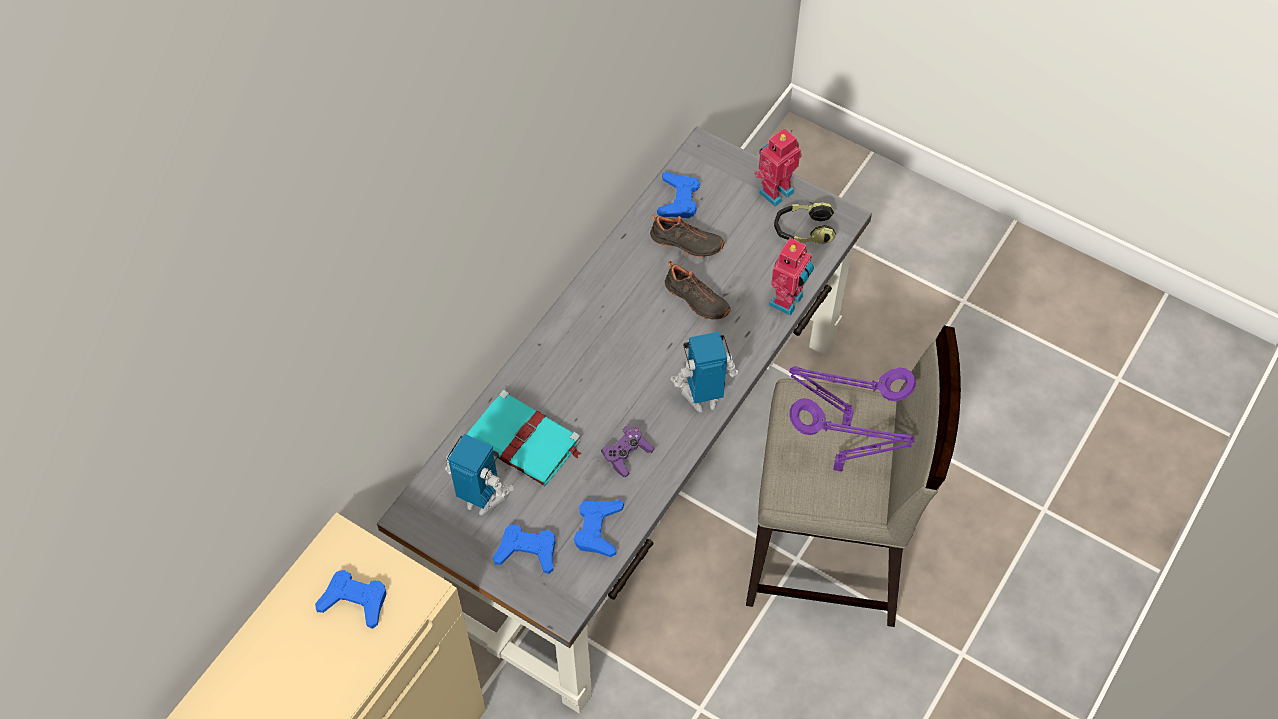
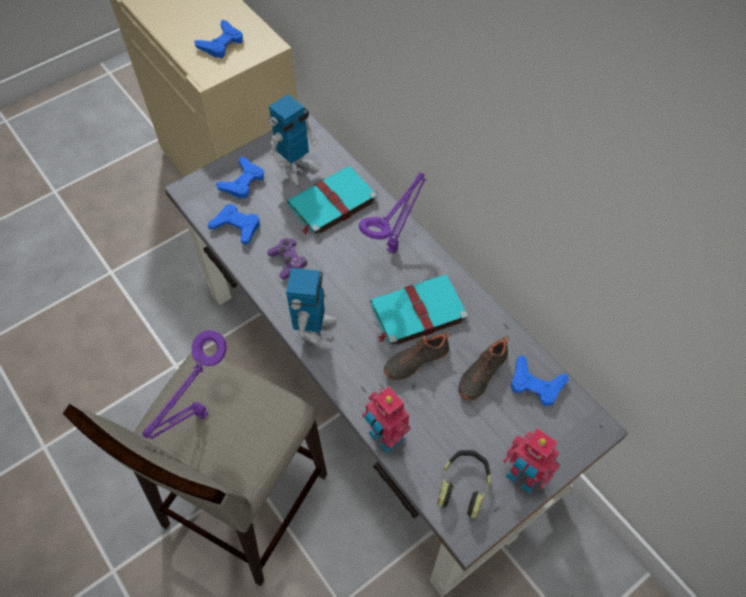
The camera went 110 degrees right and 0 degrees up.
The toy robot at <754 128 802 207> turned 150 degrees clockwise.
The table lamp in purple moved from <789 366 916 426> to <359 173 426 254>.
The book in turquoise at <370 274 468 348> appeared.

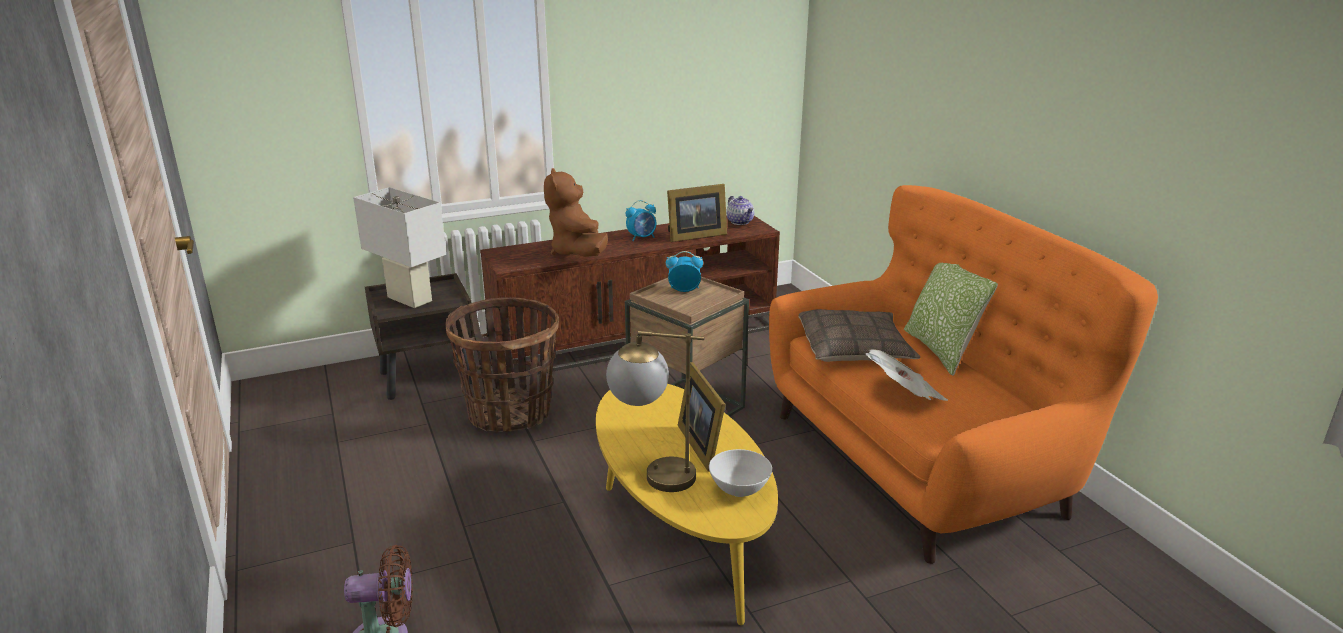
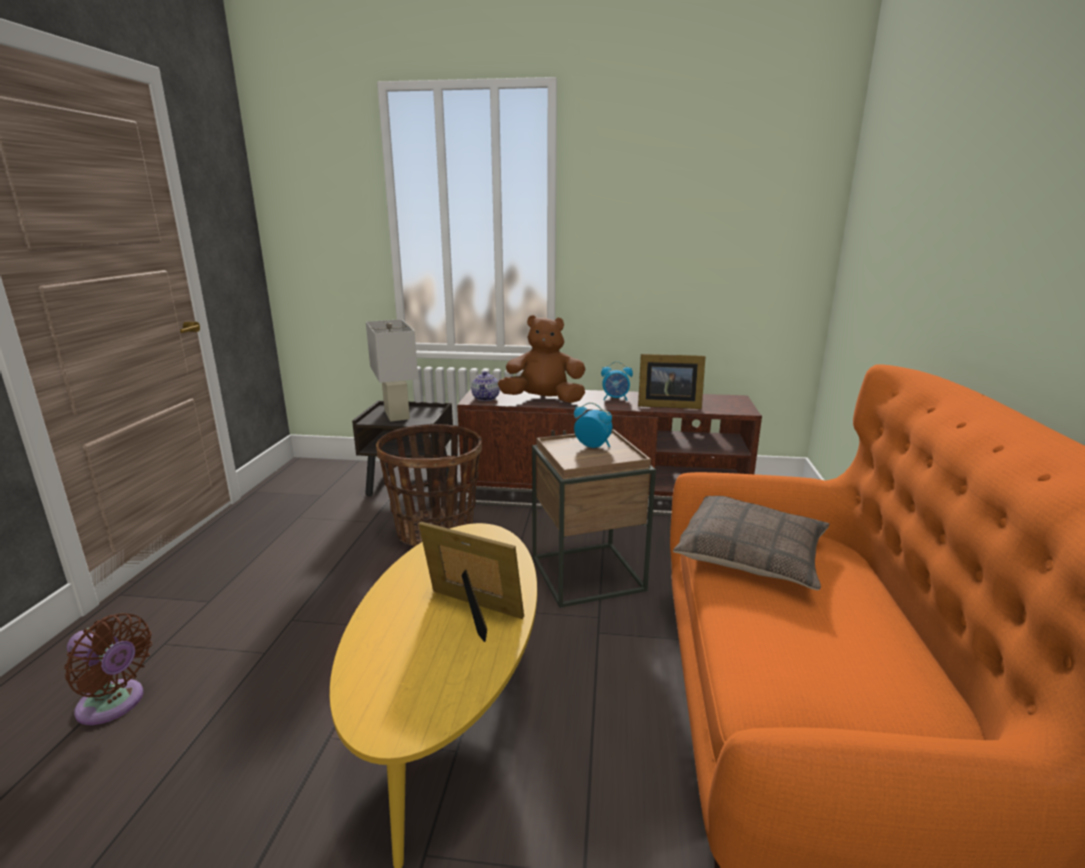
The camera went 30 degrees right and 5 degrees down.
The plush toy in brown at <544 168 608 257> turned 75 degrees clockwise.
The table lamp at <606 331 704 492> disappeared.
The picture frame at <678 362 726 472> turned 105 degrees clockwise.
The bowl in white at <709 449 772 497> disappeared.
The teapot moved from <726 196 754 225> to <471 371 500 401>.
The newspaper at <865 349 948 401> disappeared.
The pillow at <904 263 998 376> disappeared.

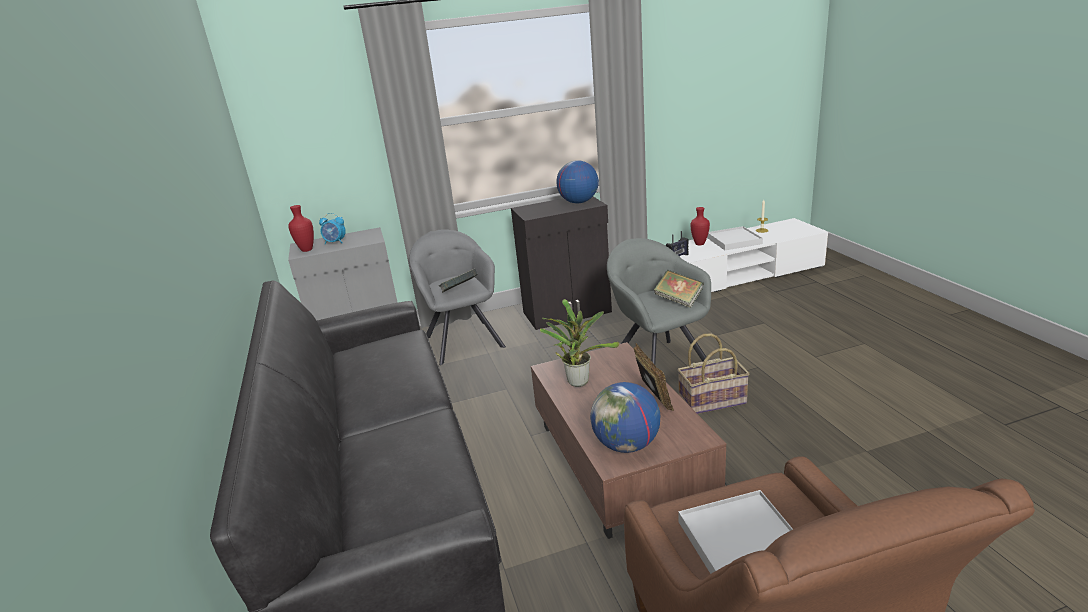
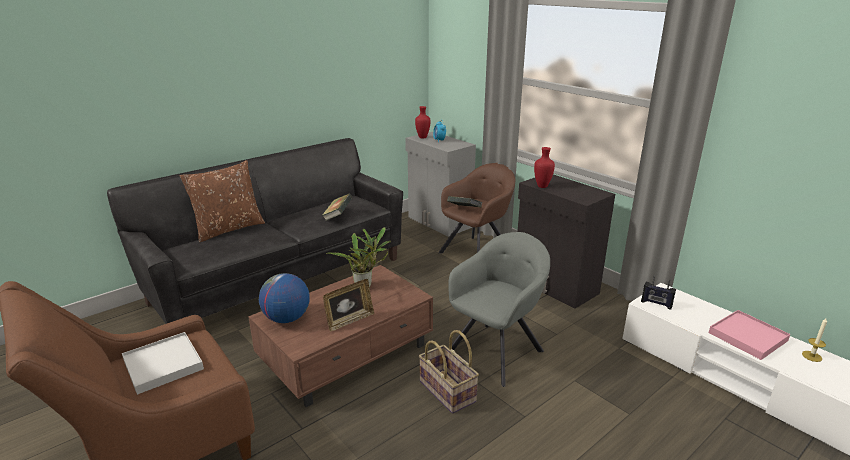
The camera went 65 degrees right and 0 degrees up.
The armchair in grey at <409 229 506 365> became the armchair in brown at <438 163 515 253>.
The globe at <556 160 599 203> disappeared.
The book moved from <654 270 704 308> to <322 194 353 221>.
The vase in red moved from <691 207 710 245> to <534 147 555 188>.
The tray in white at <707 226 763 250> became the tray in pink at <709 310 791 360>.
The pillow in brown at <180 160 265 242> appeared.

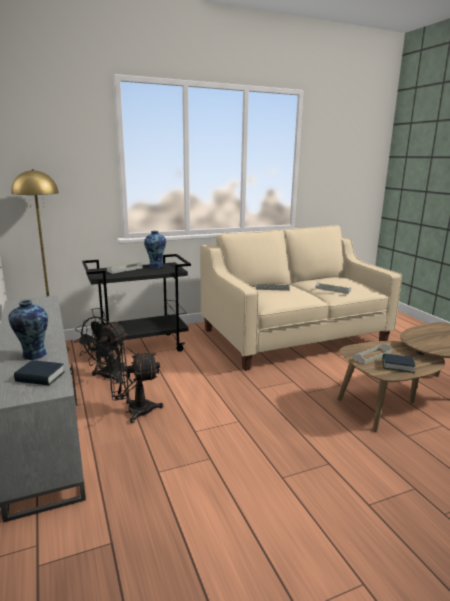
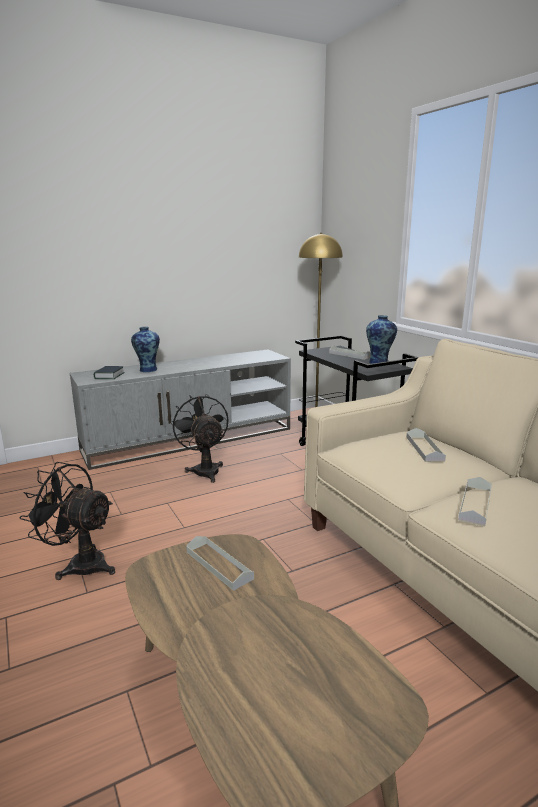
The camera went 85 degrees right and 0 degrees up.
The fan in black moved from <74 316 128 383> to <20 462 115 580>.
The book at <382 353 415 373> disappeared.

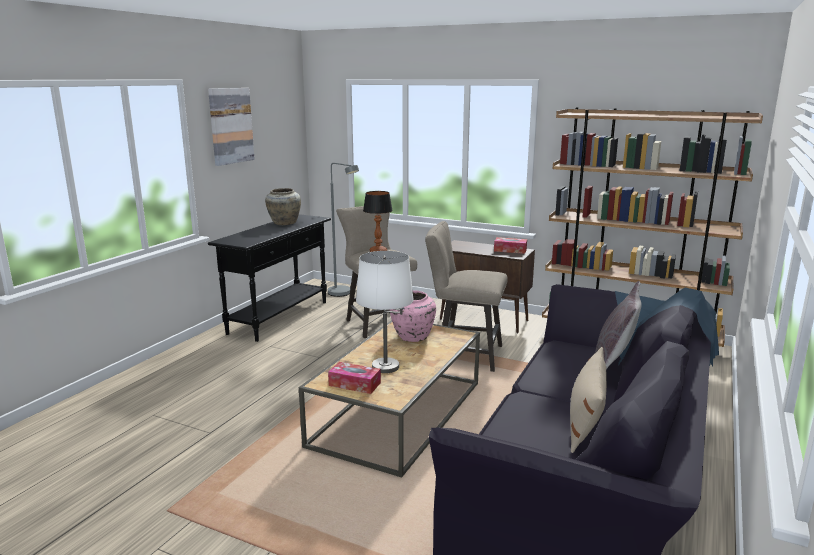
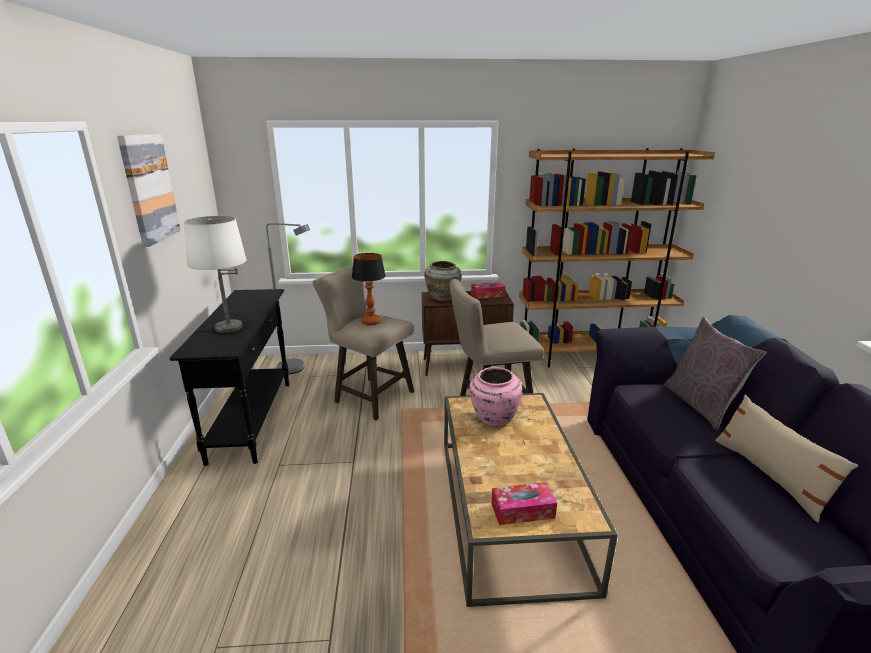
The camera went 30 degrees left and 5 degrees up.
The vase in beige moved from <265 188 301 225> to <424 261 462 301>.
The table lamp in white moved from <356 251 414 373> to <183 216 247 333>.

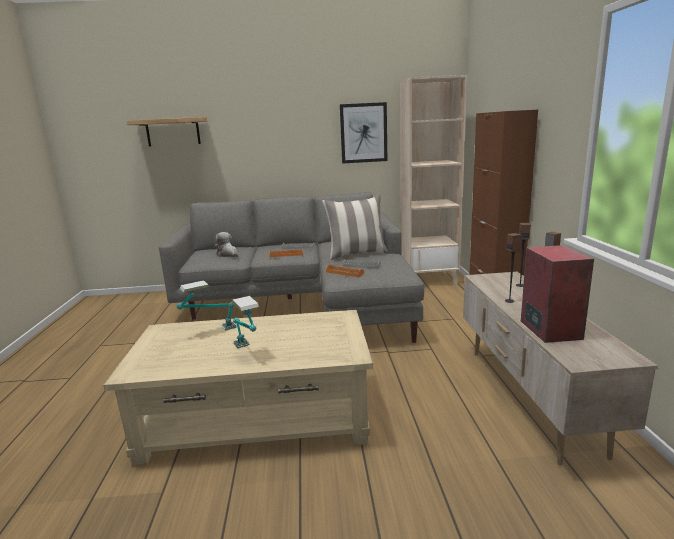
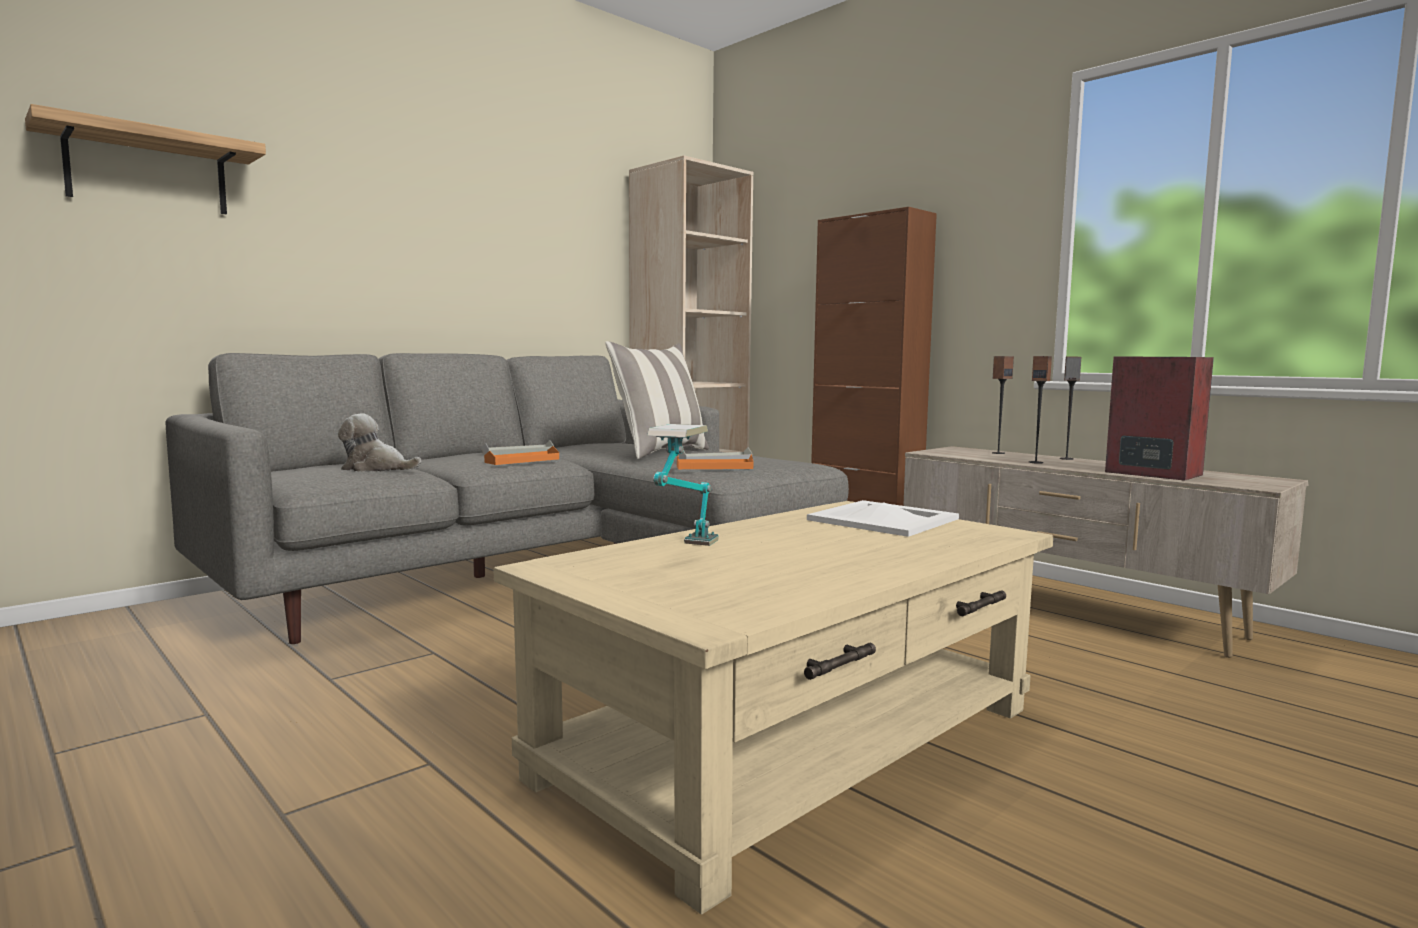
The camera went 40 degrees left and 10 degrees down.
The table lamp at <232 296 259 348> disappeared.
The picture at <340 102 387 164> disappeared.
The tray in white at <807 500 959 537> appeared.

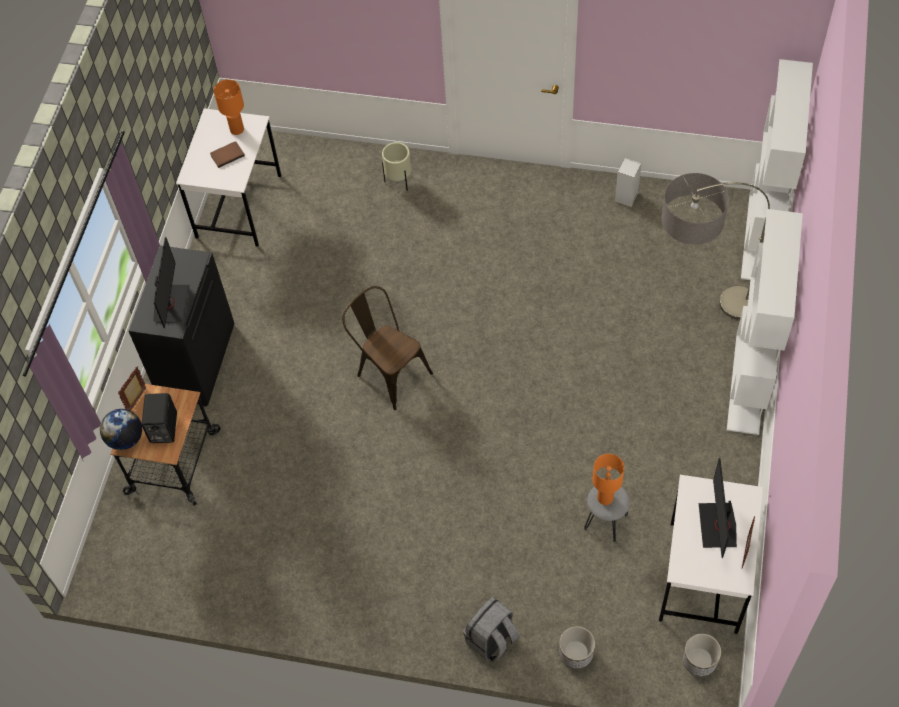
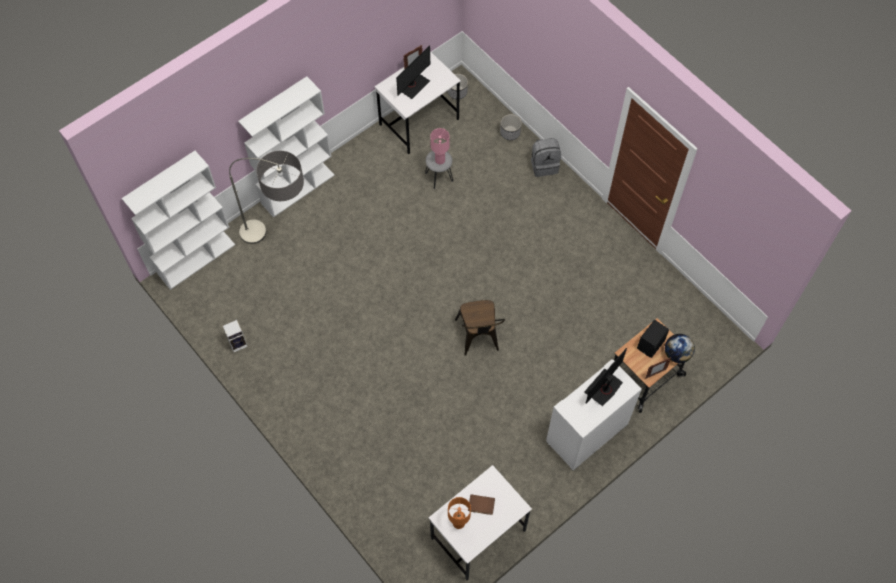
The camera went 145 degrees left and 5 degrees up.
The cabinet in black at <128 245 235 407> became the cabinet in white at <546 359 642 471>.
The planter in beige at <382 142 411 190> disappeared.
The table lamp in orange at <593 454 624 505> became the table lamp in pink at <430 128 450 164>.

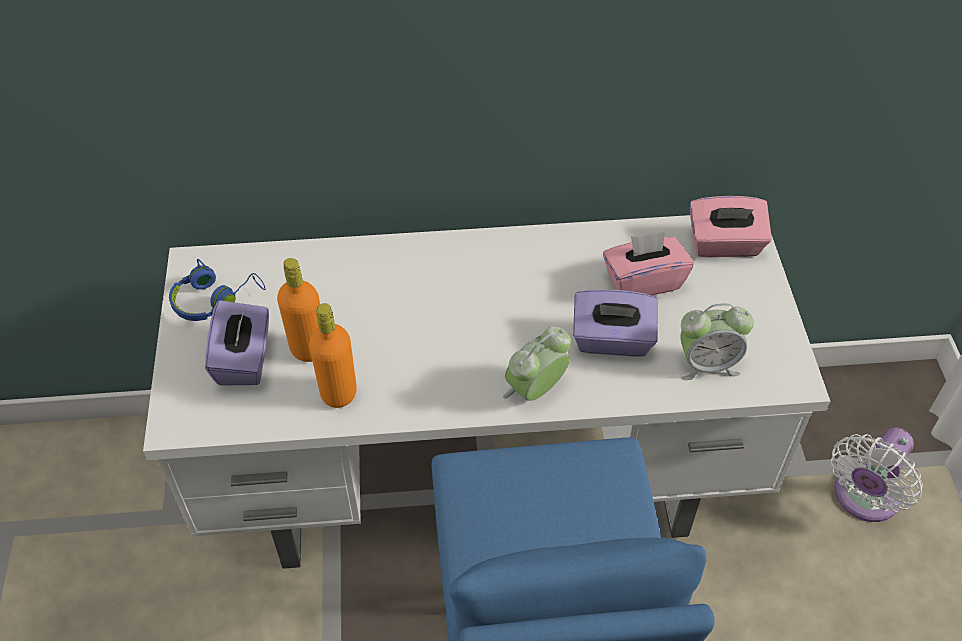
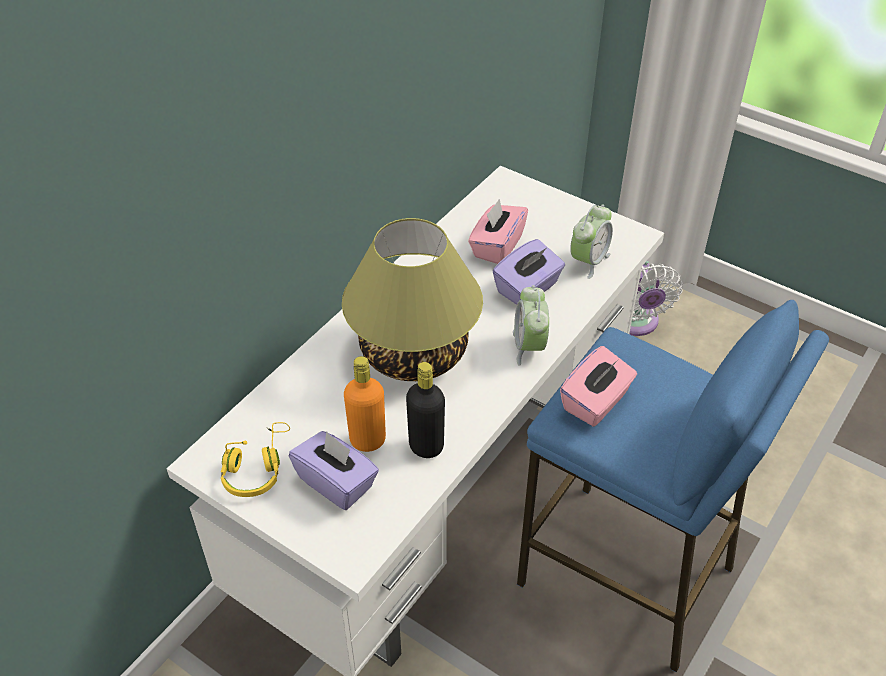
The camera went 50 degrees left and 5 degrees down.
The headphones in blue at <169 259 266 321> became the headphones in yellow at <221 422 290 497>.
The bottle in orange at <309 303 357 408> became the bottle in black at <406 362 445 458>.
The tissue box in pink moved from <689 196 772 257> to <560 346 637 427>.
The table lamp at <342 218 483 381> appeared.

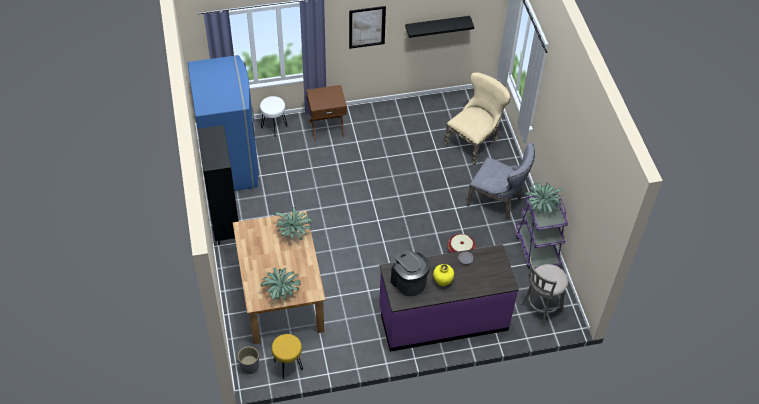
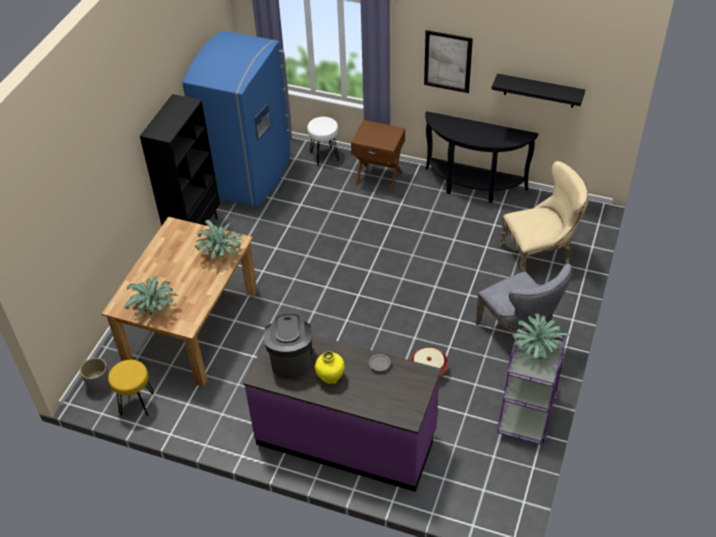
The camera went 35 degrees right and 5 degrees down.
The stool in grey at <520 257 568 327> disappeared.
The console table in black at <425 111 539 203> appeared.

